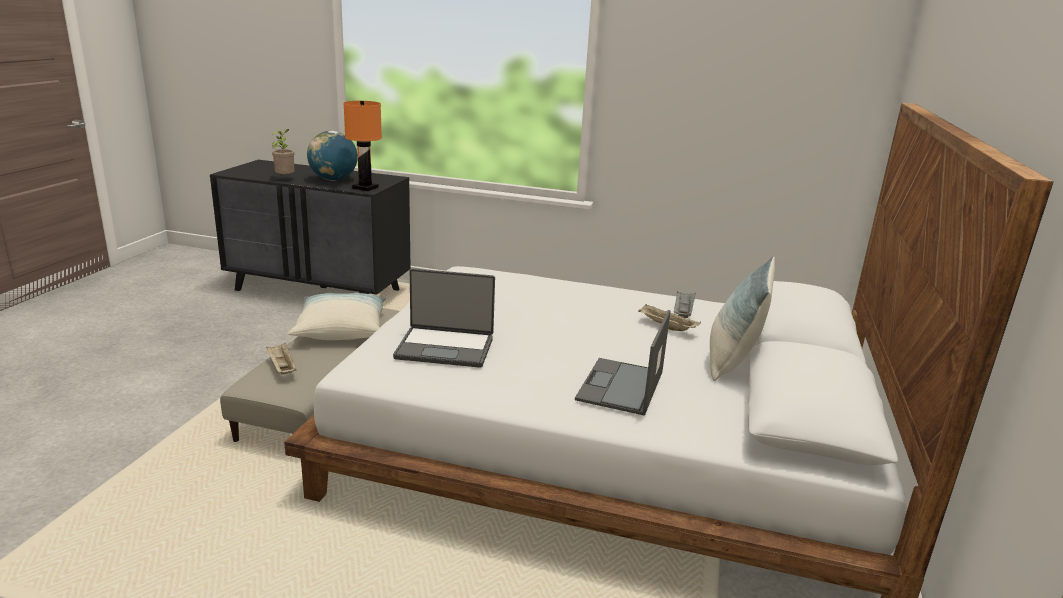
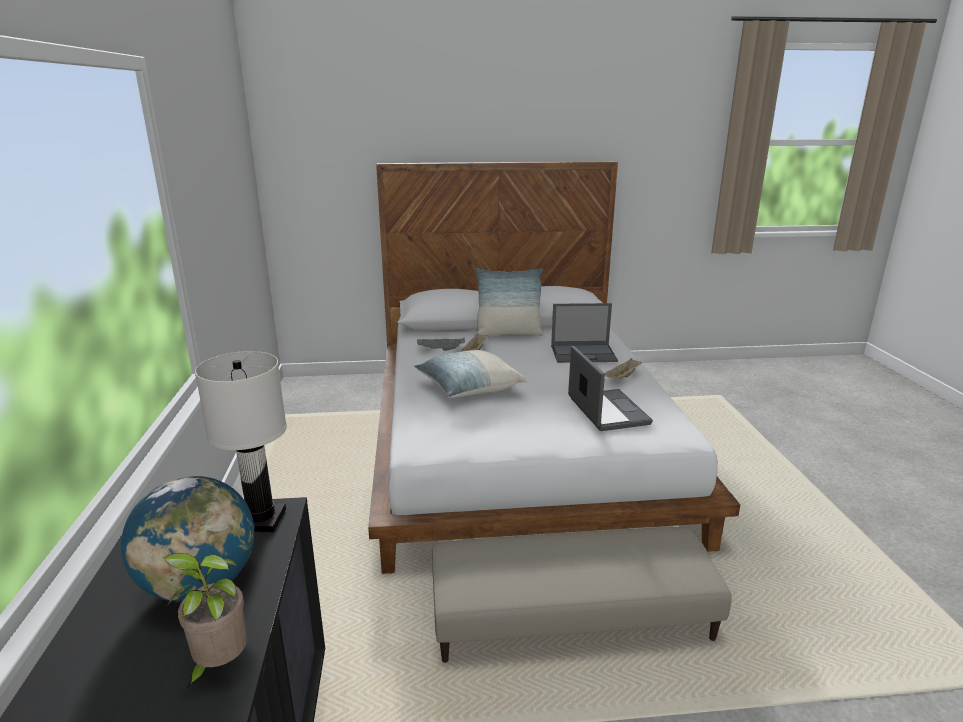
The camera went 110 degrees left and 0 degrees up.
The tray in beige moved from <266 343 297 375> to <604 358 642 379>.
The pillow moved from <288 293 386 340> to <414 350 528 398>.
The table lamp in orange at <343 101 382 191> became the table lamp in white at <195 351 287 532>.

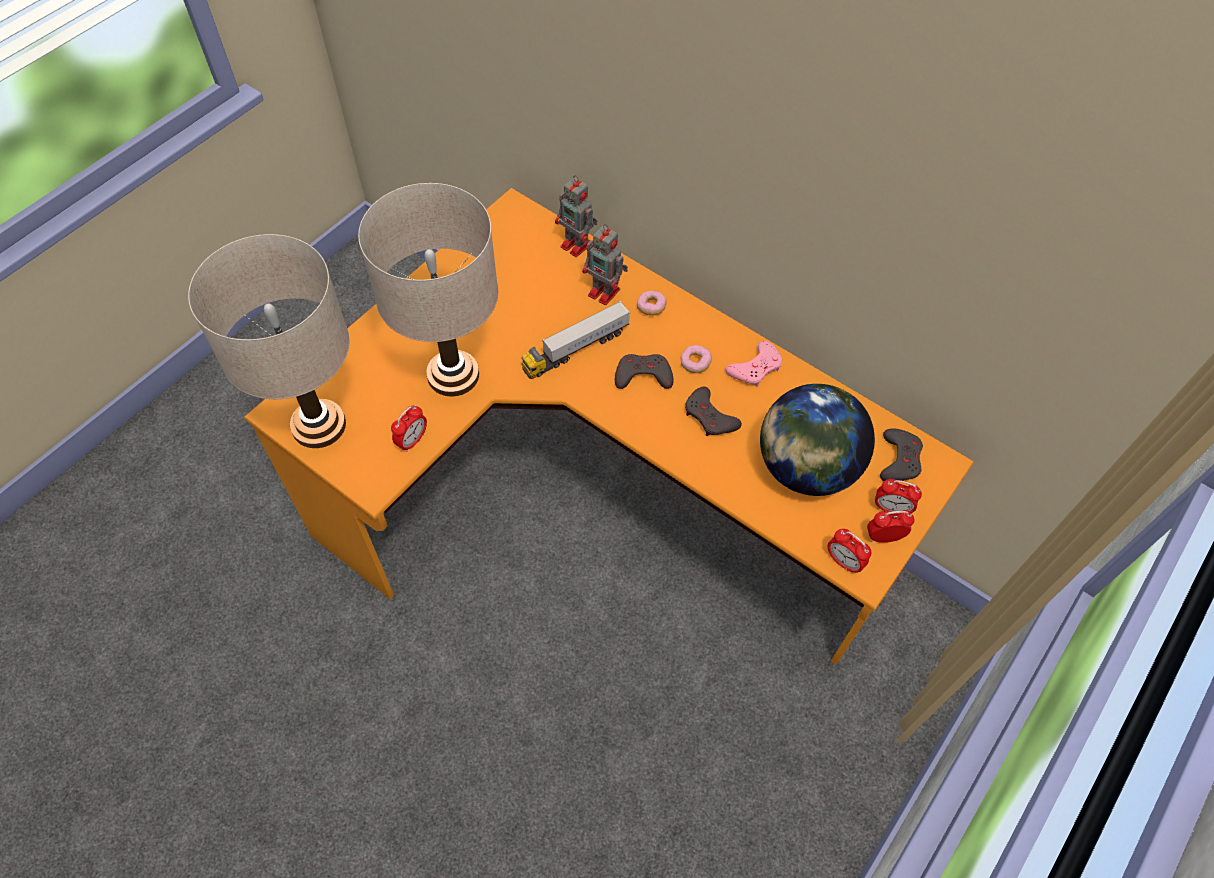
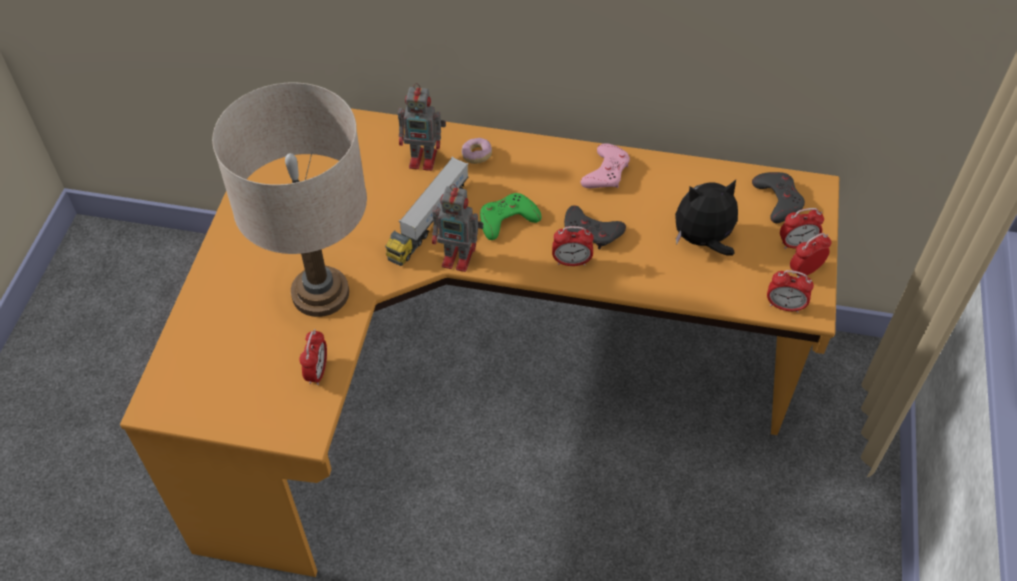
The camera went 25 degrees left and 5 degrees down.
The table lamp in beige at <188 234 349 448> disappeared.
The toy robot moved from <555 175 597 257> to <432 184 483 272>.
The game controller in grey at <615 354 674 389> became the game controller in green at <480 193 542 240>.
The donut at <680 345 712 373> disappeared.
The globe at <760 384 875 496> was replaced by the plush toy at <675 180 738 256>.
The alarm clock at <552 226 594 266> appeared.

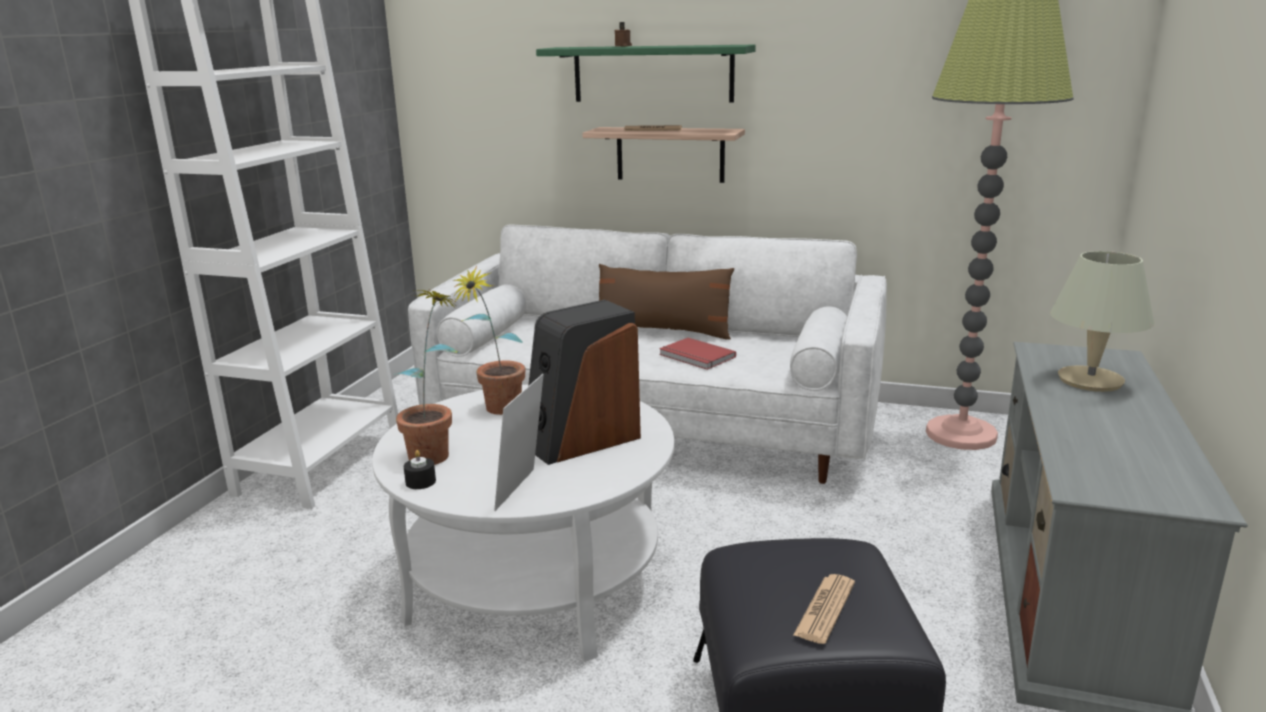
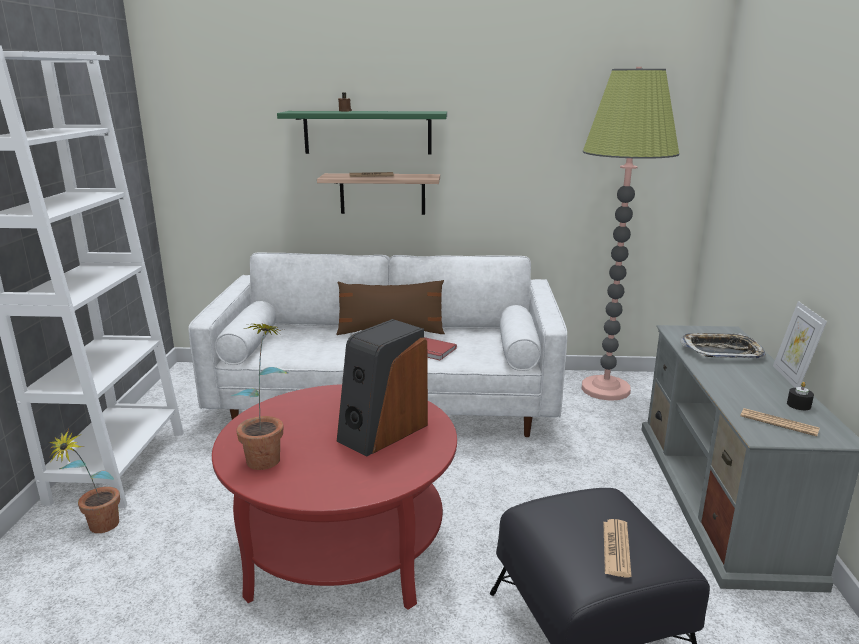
The camera went 15 degrees left and 0 degrees up.
The coffee table in white at <372 385 674 662> became the coffee table in red at <212 384 457 610>.
The candle in black moved from <404 450 436 489> to <787 382 814 410>.
The potted plant moved from <453 266 525 415> to <49 428 120 533>.
The picture frame moved from <494 374 544 511> to <773 301 827 388>.
The table lamp in beige at <1050 251 1154 392> was replaced by the tray at <680 333 766 359>.
The newspaper at <740 408 820 437> appeared.

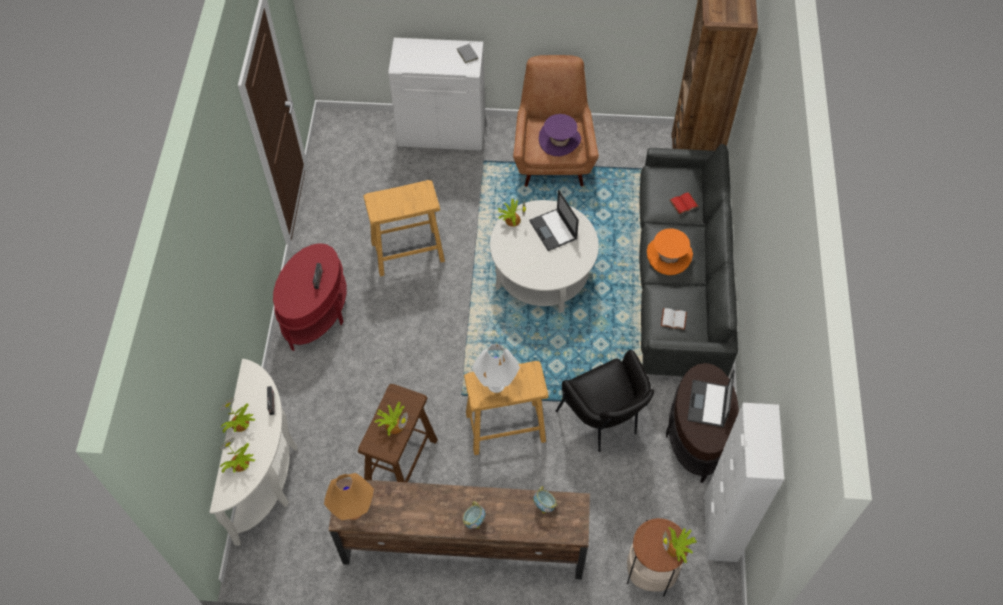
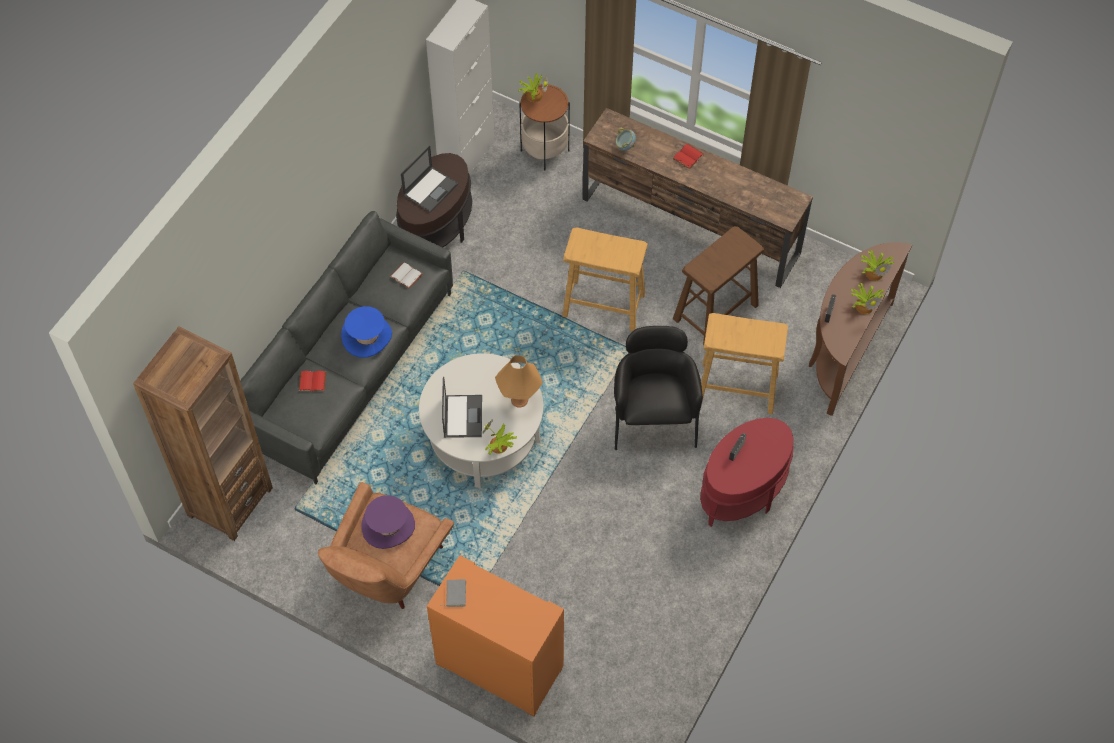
The camera went 155 degrees left and 0 degrees up.
The console table in white at <209 359 298 546> became the console table in brown at <809 242 912 416>.
The table lamp in orange moved from <324 473 374 520> to <495 355 543 408>.
The stool in beige moved from <363 180 445 276> to <701 313 788 414>.
The potted plant at <374 402 408 436> disappeared.
The cabinet in white at <388 38 485 151> became the cabinet in orange at <427 555 564 716>.
The bowl at <463 501 486 529> was replaced by the book in red at <673 144 704 169>.
The table lamp in white at <472 344 520 393> disappeared.
The armchair in black moved from <556 350 654 452> to <614 326 703 450>.
The hat in orange at <647 228 693 275> became the hat in blue at <341 306 392 358>.

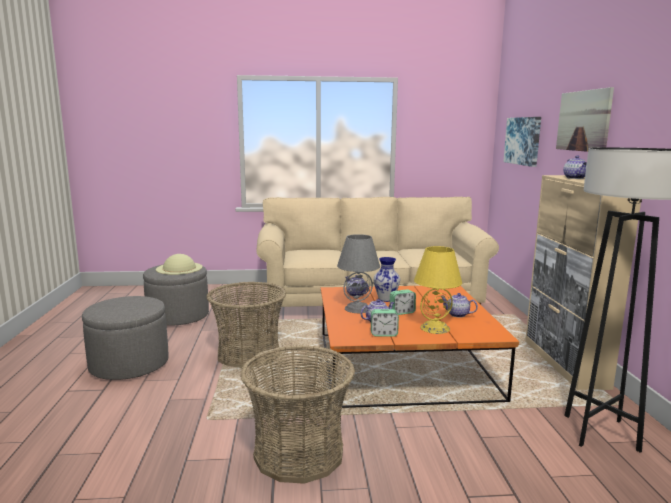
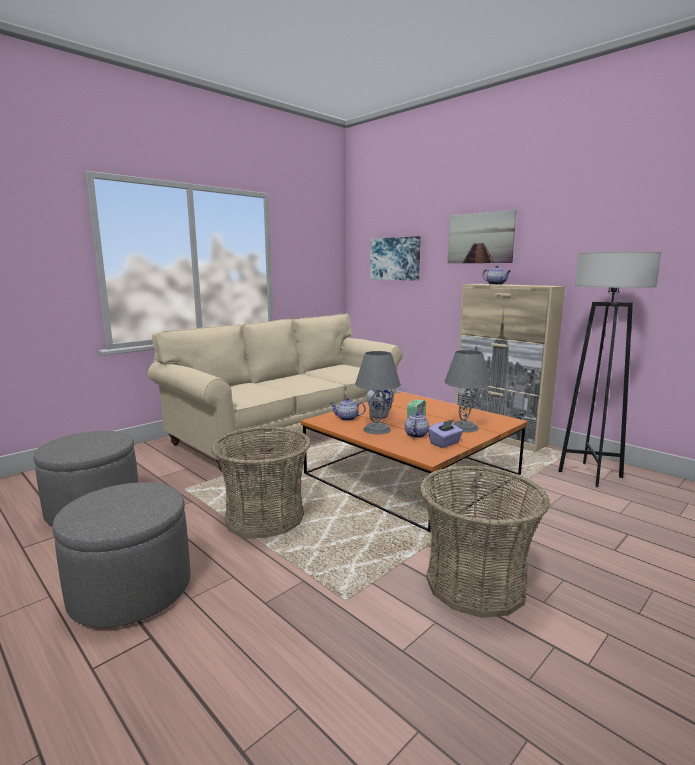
The camera went 40 degrees left and 0 degrees up.
The hat in beige at <156 254 203 275> disappeared.
The alarm clock at <371 309 399 337> was replaced by the tissue box in purple at <428 419 463 448>.
The table lamp in yellow at <414 246 462 334> became the table lamp in grey at <444 350 491 432>.
The teapot at <442 293 478 318> disappeared.

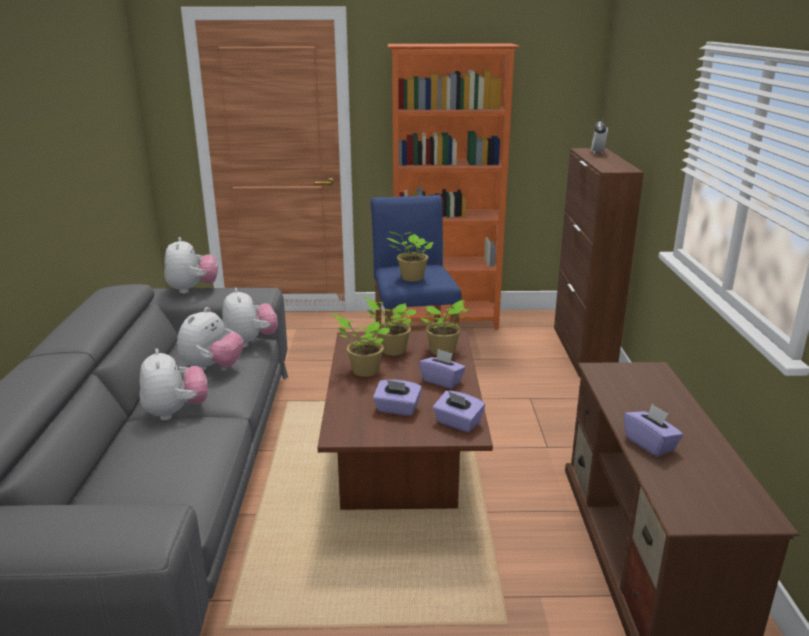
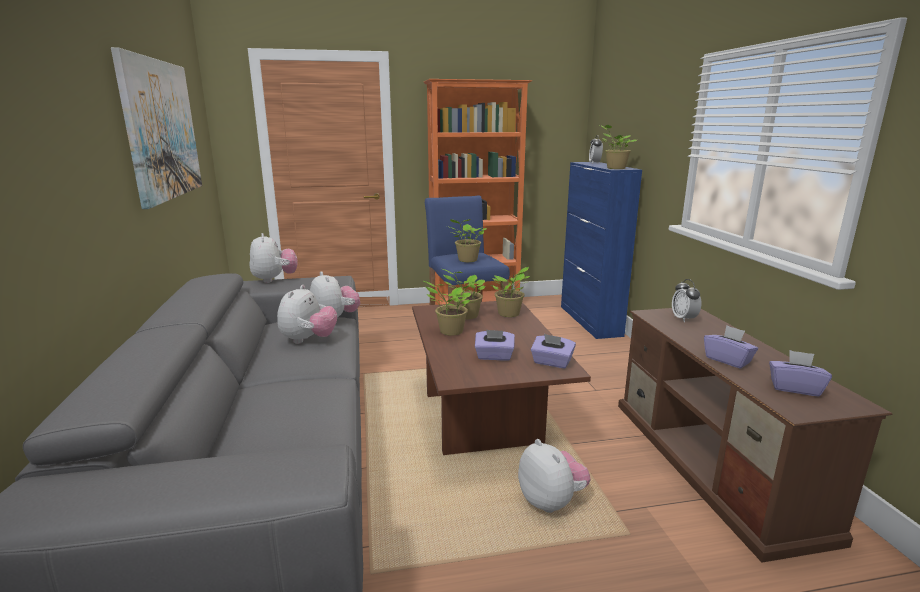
The camera went 10 degrees left and 5 degrees down.
The plush toy moved from <139 348 208 420> to <518 439 591 513>.
The tissue box in purple moved from <419 349 466 389> to <769 350 832 396>.
The cabinet in brown at <554 148 644 377> became the cabinet in blue at <561 162 642 339>.
The picture at <111 47 202 209> appeared.
The potted plant at <600 125 637 169> appeared.
The alarm clock at <672 279 702 323> appeared.

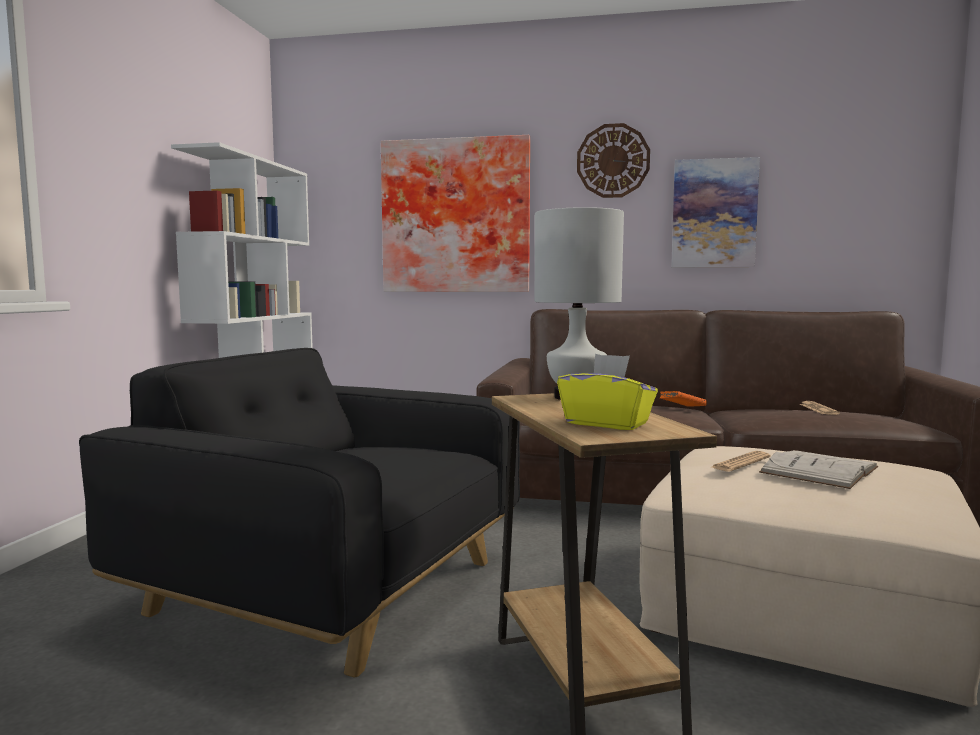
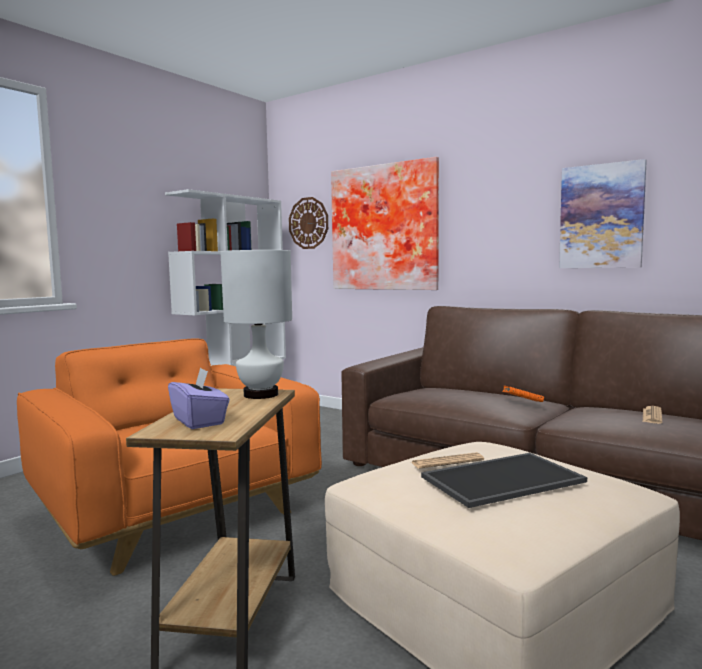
The camera went 25 degrees right and 0 degrees up.
The armchair in black at <79 348 520 677> became the armchair in orange at <17 339 322 576>.
The tissue box in yellow at <557 354 658 430> became the tissue box in purple at <168 367 230 429>.
The wall clock moved from <577 123 650 198> to <289 197 328 249>.
The book in white at <759 450 878 489> was replaced by the tray at <421 453 587 508>.

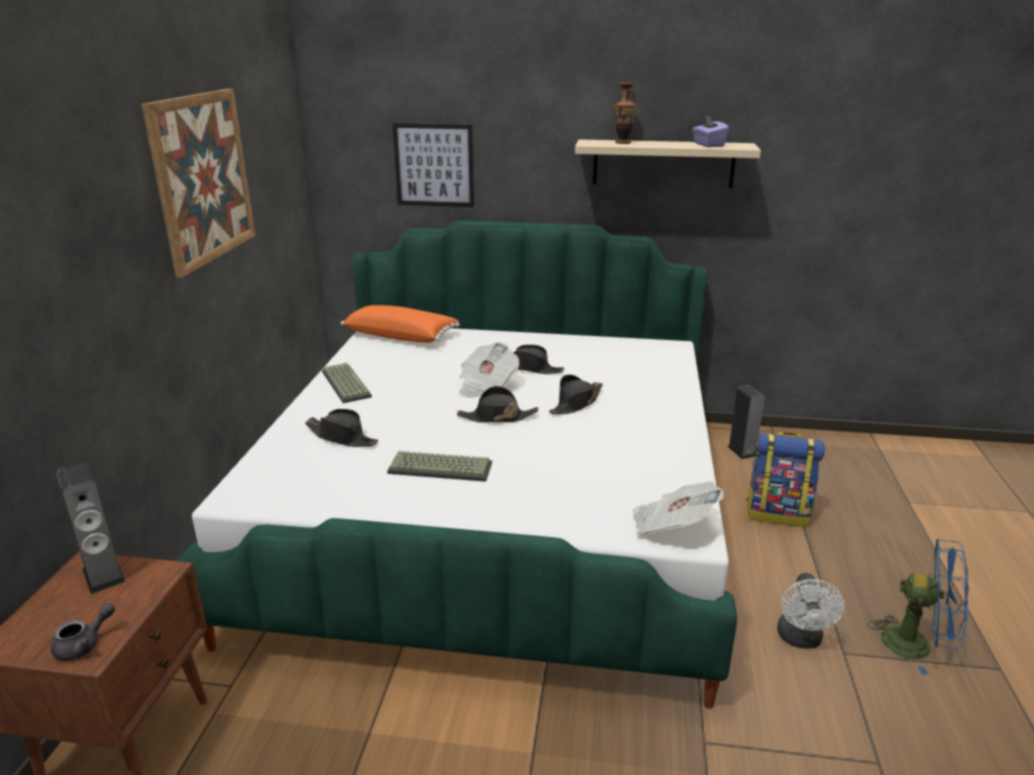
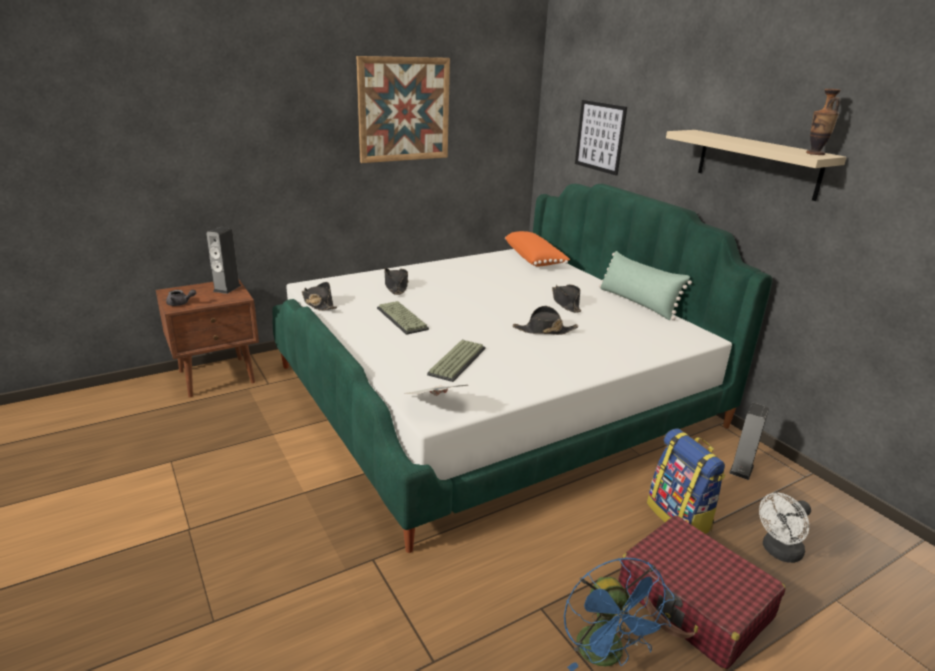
The camera went 50 degrees right and 0 degrees up.
The keyboard moved from <322 363 372 403> to <427 340 486 382>.
The hat in black moved from <457 386 539 422> to <302 282 337 311>.
The newspaper at <459 342 519 398> disappeared.
The vase moved from <615 82 636 144> to <806 89 841 155>.
The tissue box in purple at <692 115 729 147> disappeared.
The fan in white moved from <777 573 845 649> to <759 493 811 563>.
The pillow in green at <599 251 692 320> appeared.
The suitcase in red at <618 516 786 670> appeared.

